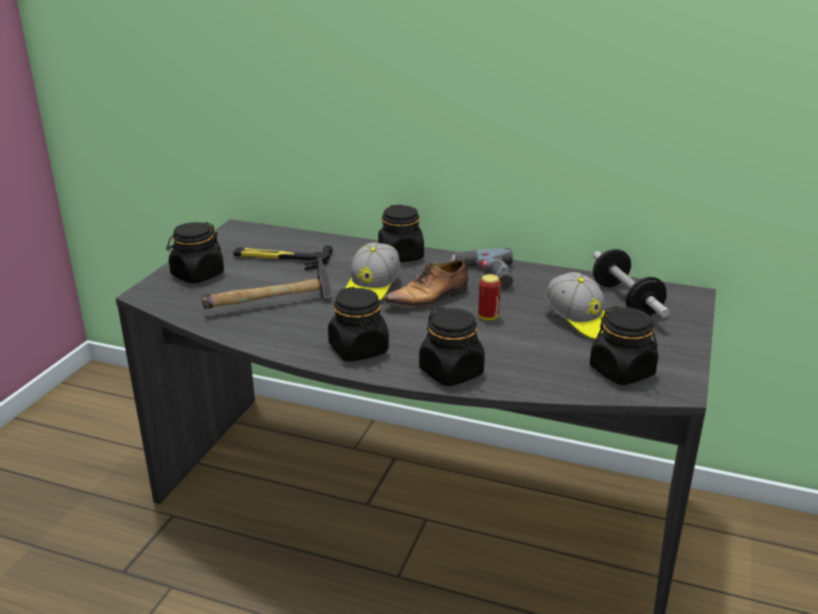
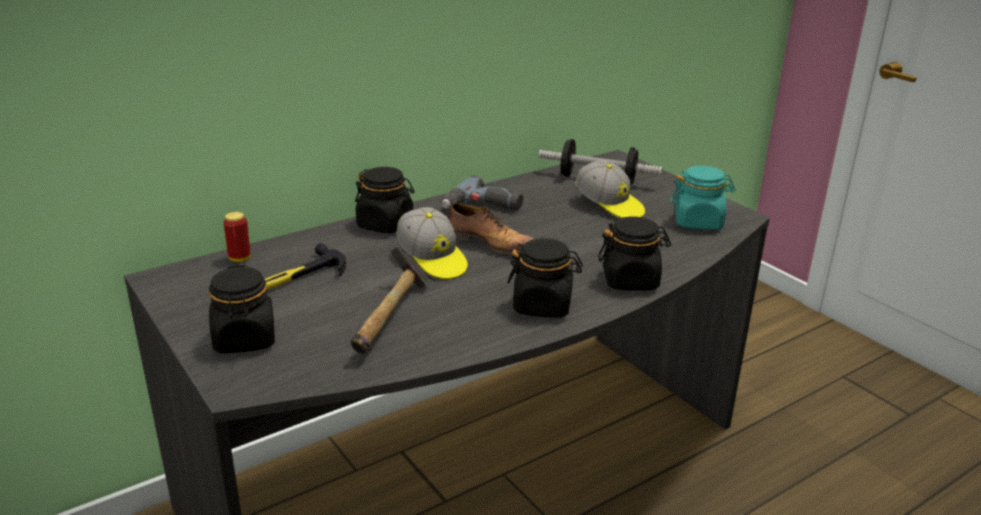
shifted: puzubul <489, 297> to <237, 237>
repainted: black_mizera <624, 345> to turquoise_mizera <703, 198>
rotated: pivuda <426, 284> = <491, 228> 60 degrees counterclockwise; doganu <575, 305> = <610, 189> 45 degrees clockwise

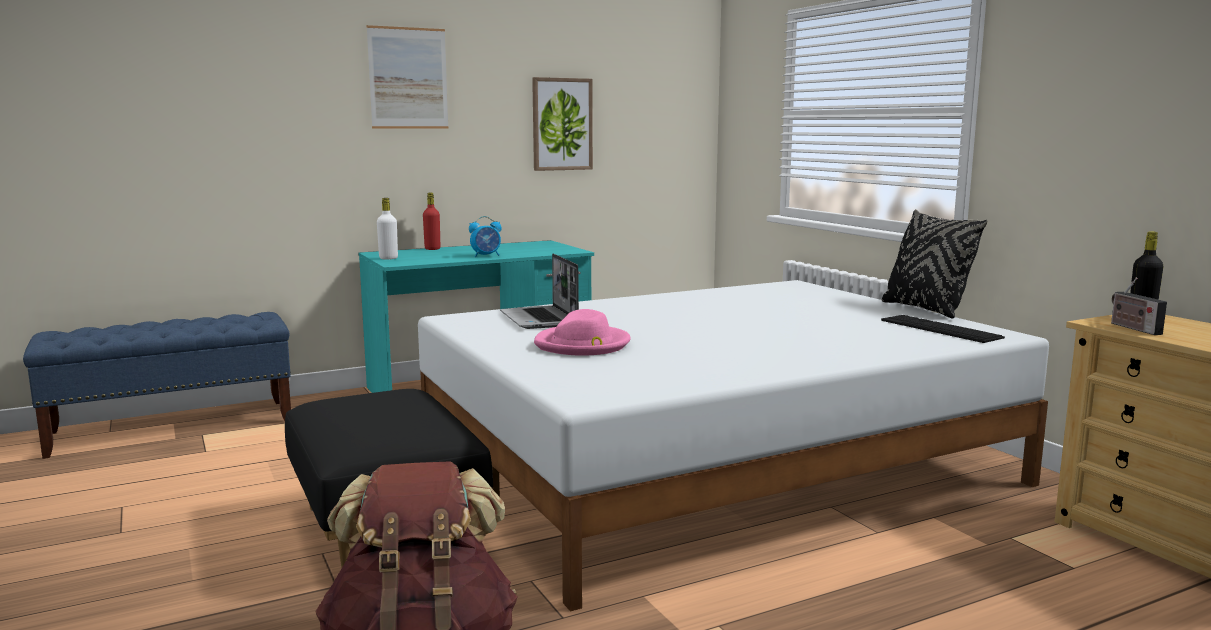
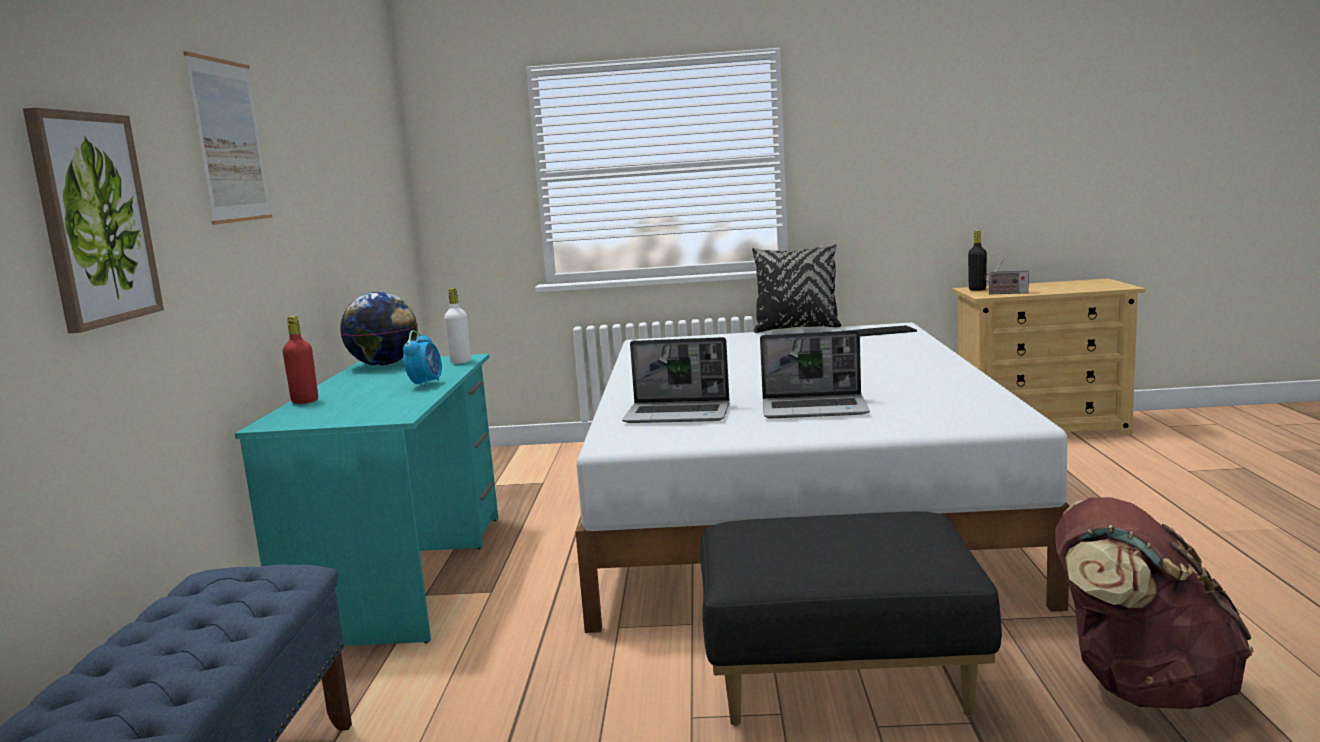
new: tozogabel <379, 329>
shifted: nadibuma <562, 124> to <93, 220>; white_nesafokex <387, 229> to <457, 326>
swapped: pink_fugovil <582, 332> to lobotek <815, 374>

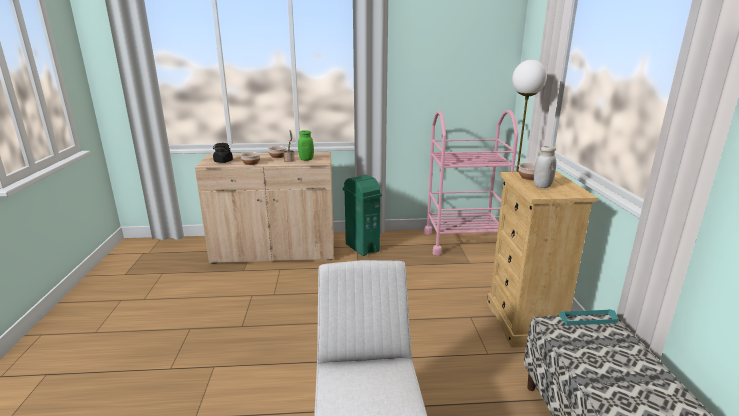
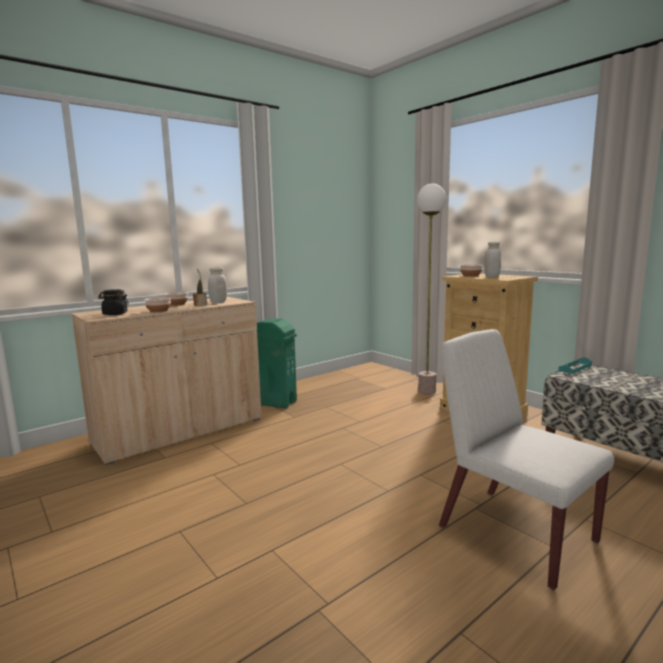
gone: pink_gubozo <471, 182>
repainted: green_mizera <306, 145> to white_mizera <217, 285>

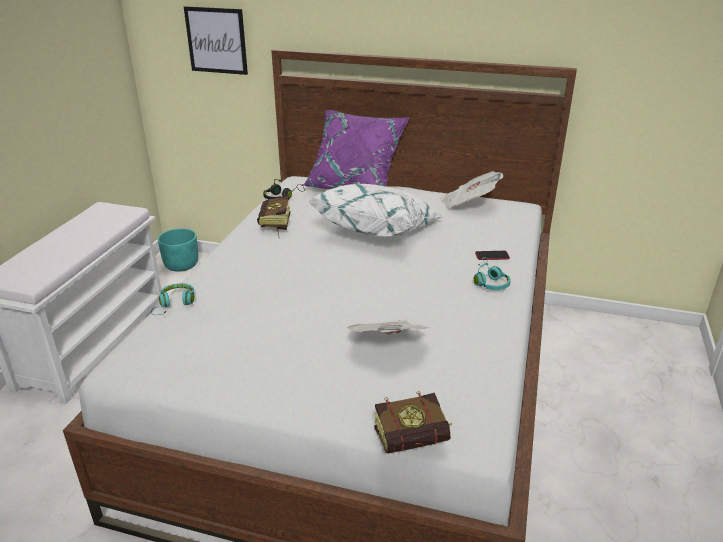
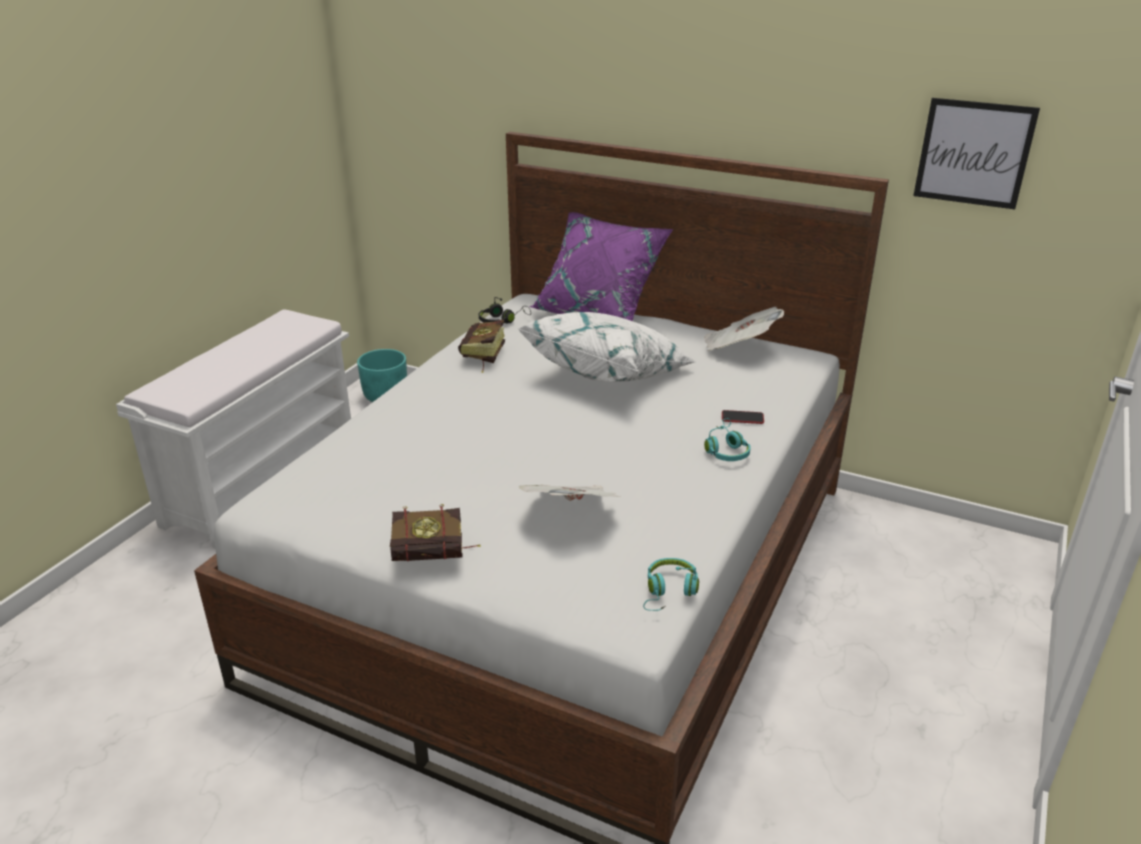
shifted: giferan <413, 422> to <435, 532>; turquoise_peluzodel <172, 299> to <671, 584>; nadibuma <216, 40> to <976, 153>

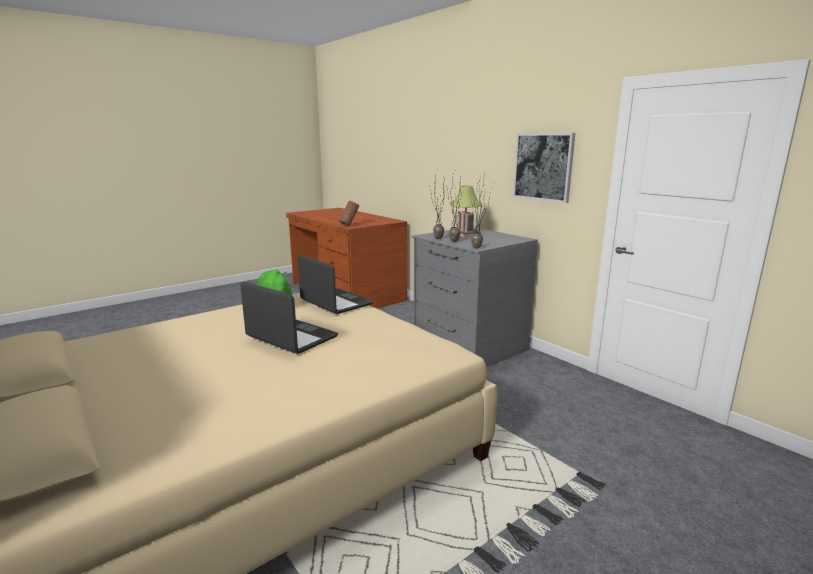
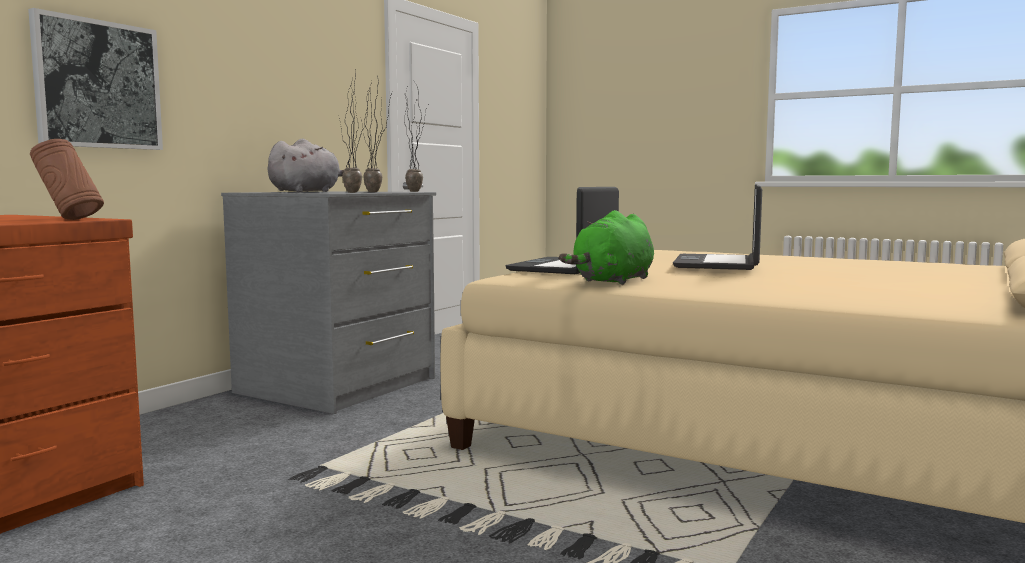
shifted: nadibuma <544, 168> to <95, 79>
swapped: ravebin <465, 211> to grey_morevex <306, 165>

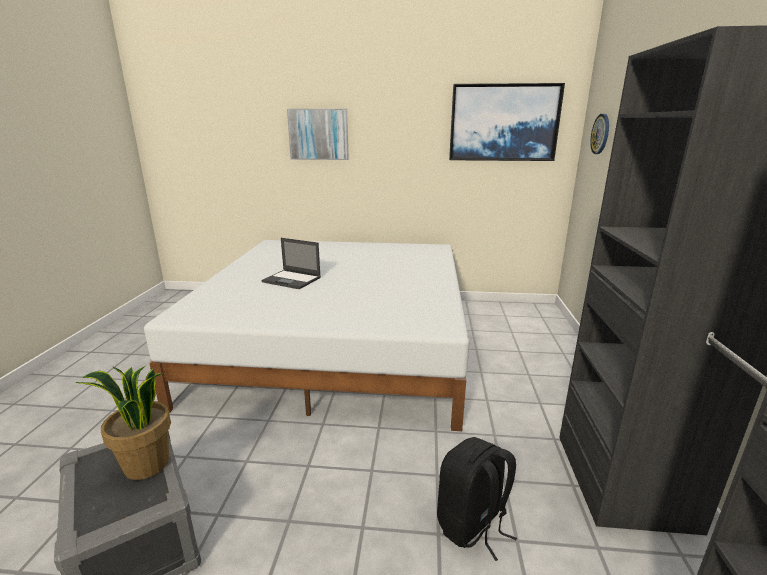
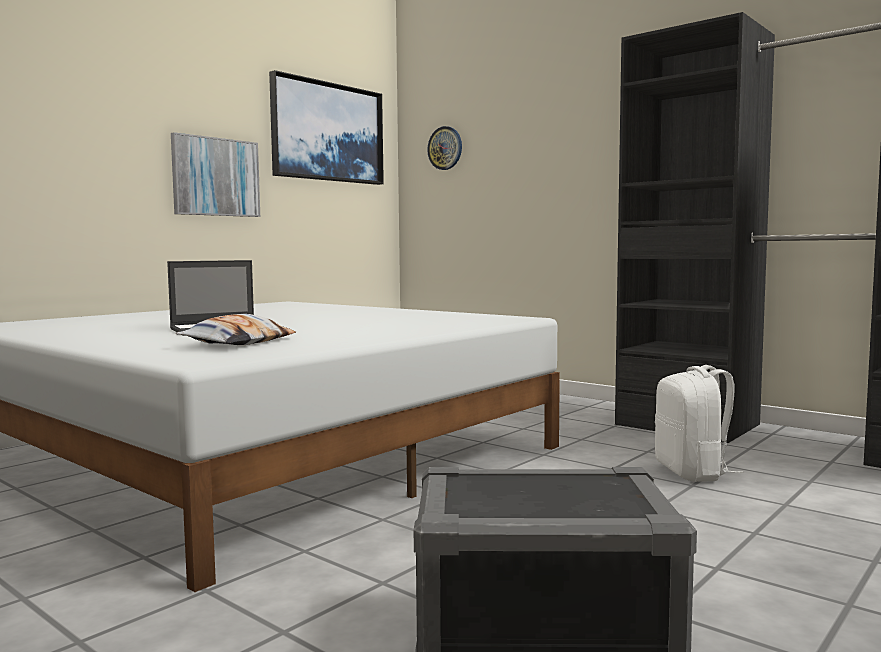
gone: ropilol <123, 423>
new: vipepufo <236, 329>
shifted: nadibuma <318, 134> to <215, 174>
repainted: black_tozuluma <477, 499> to white_tozuluma <699, 423>

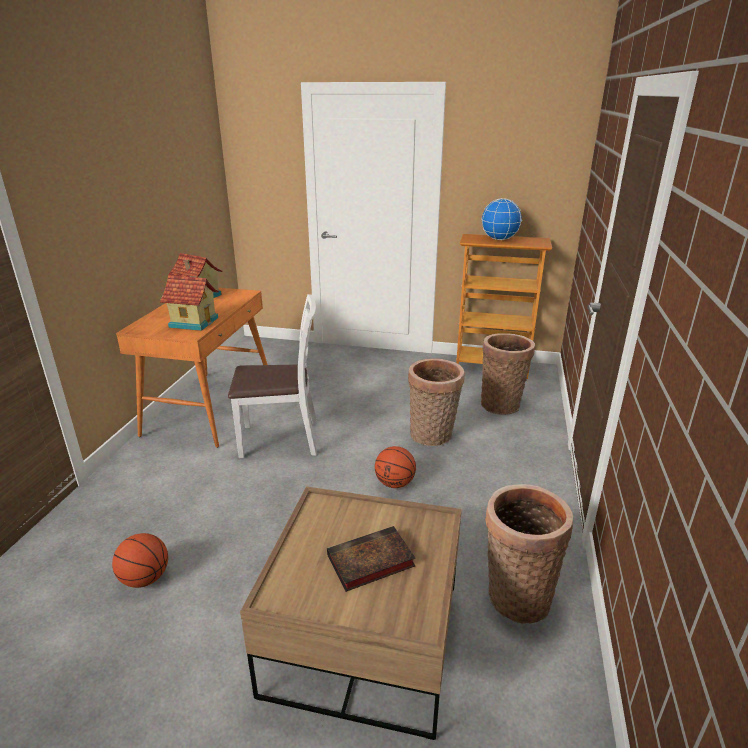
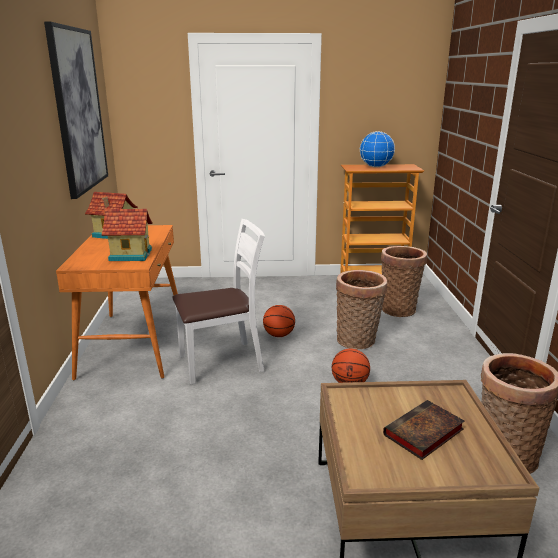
new: nadibuma <76, 110>
shifted: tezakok <140, 560> to <279, 321>

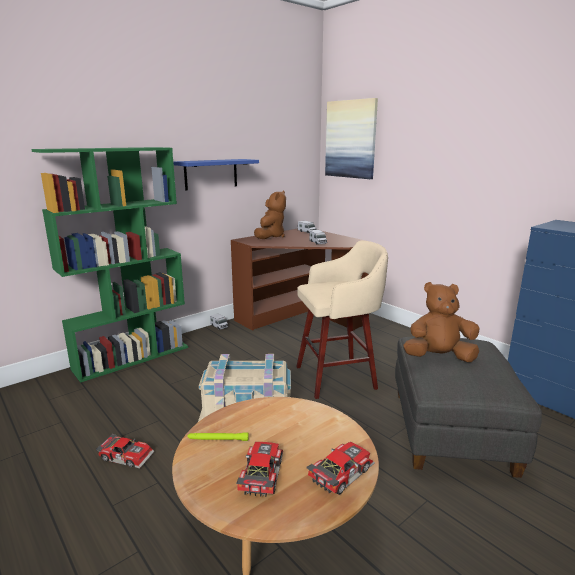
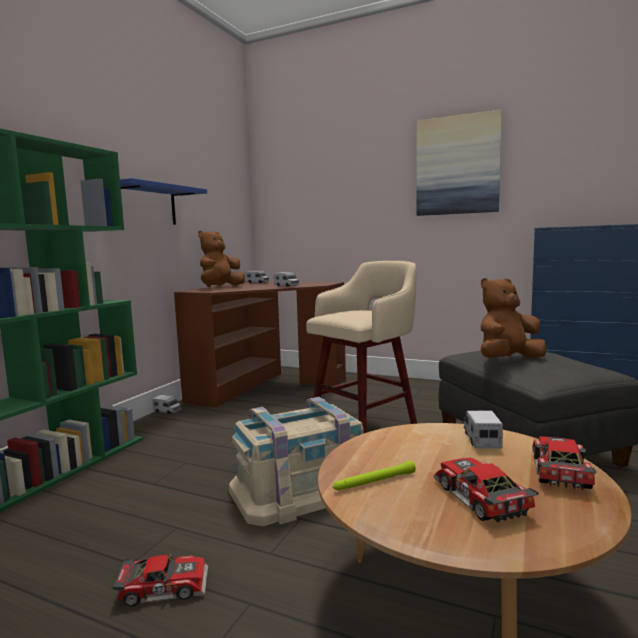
new: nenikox <483, 430>
shifted: nadibuma <351, 138> to <459, 162>
rotated: brown_morevex <270, 214> = <221, 259> 135 degrees counterclockwise

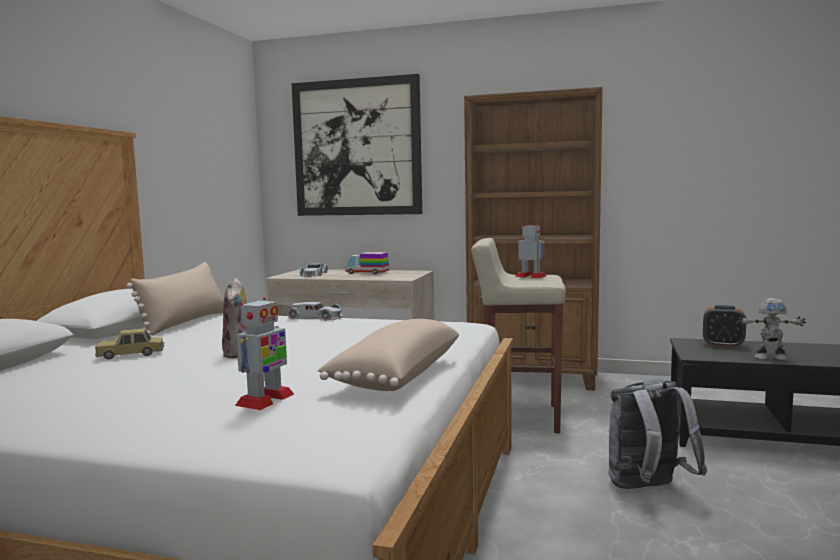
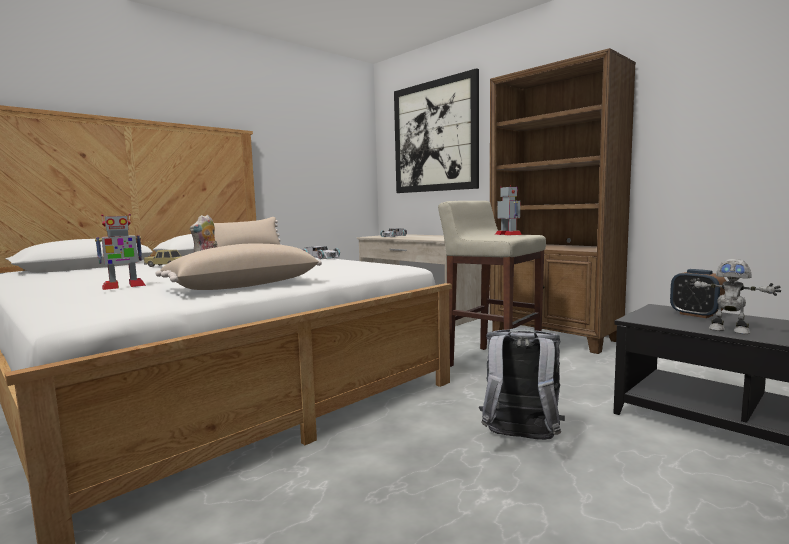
gone: nenikox <367, 263>

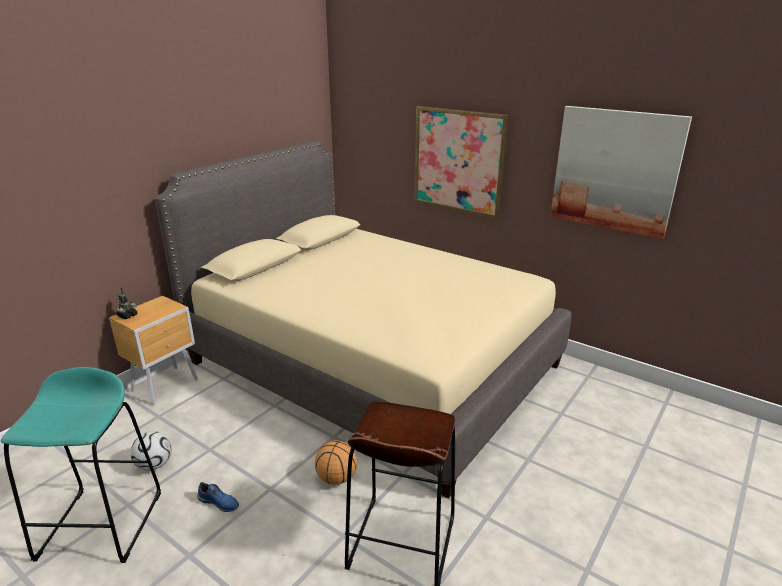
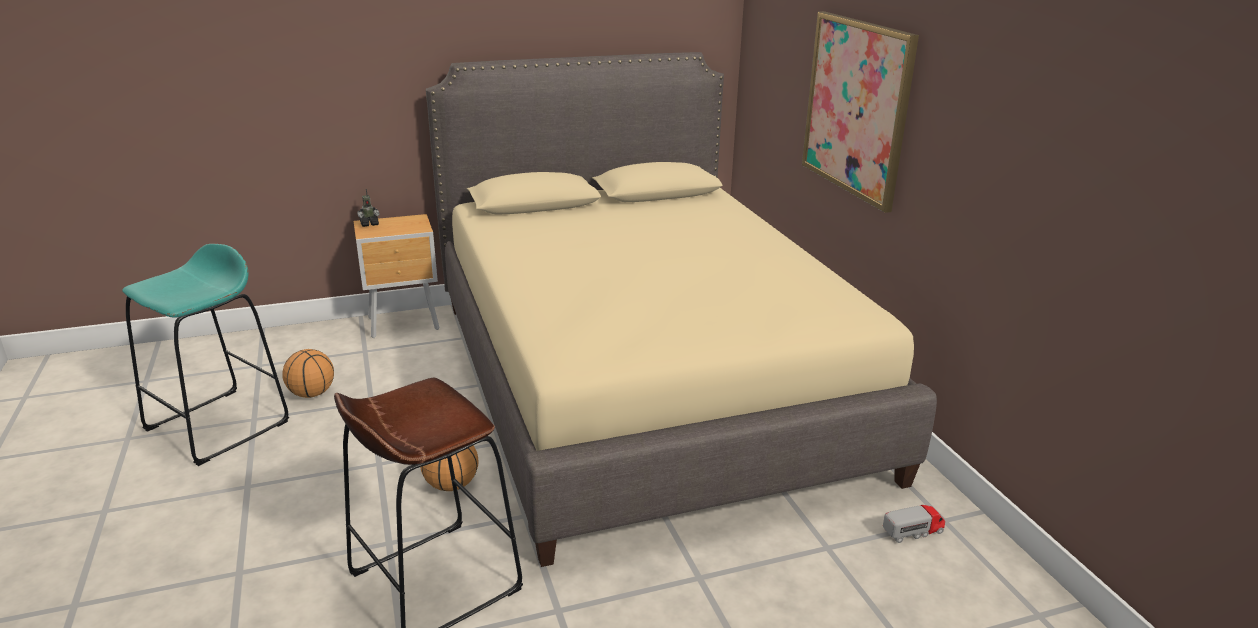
gone: blue_pivuda <218, 497>; nadibuma <621, 172>
new: nenikox <914, 524>
swapped: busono <151, 451> to tezakok <308, 373>

